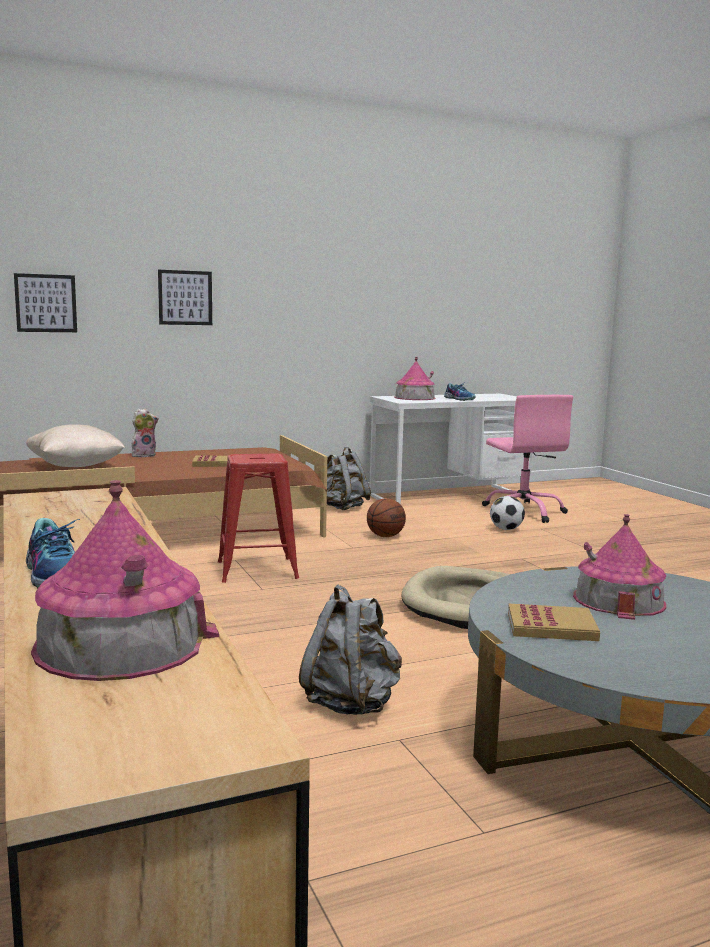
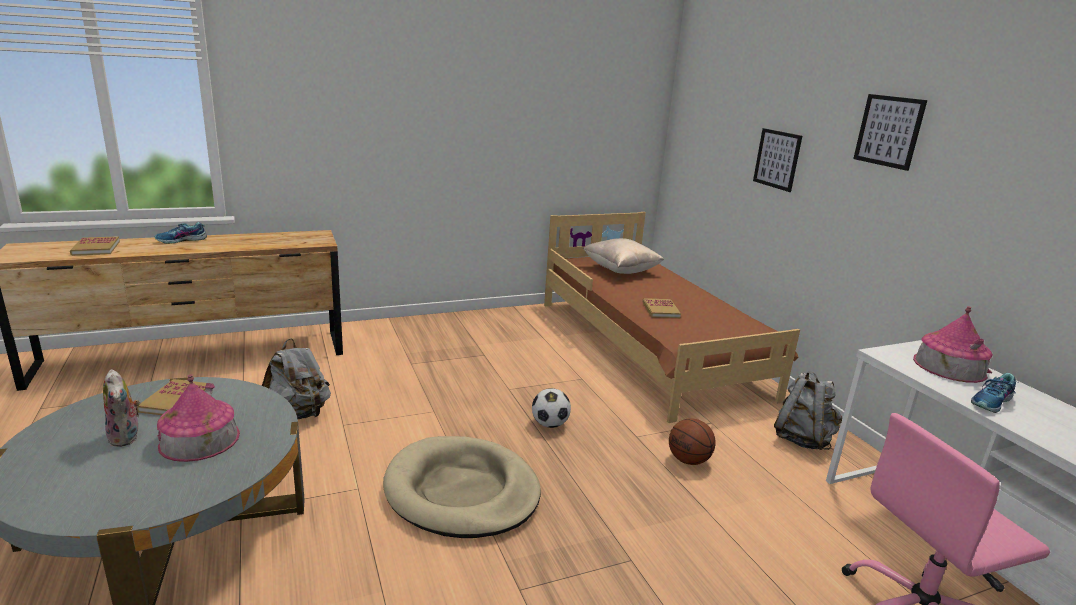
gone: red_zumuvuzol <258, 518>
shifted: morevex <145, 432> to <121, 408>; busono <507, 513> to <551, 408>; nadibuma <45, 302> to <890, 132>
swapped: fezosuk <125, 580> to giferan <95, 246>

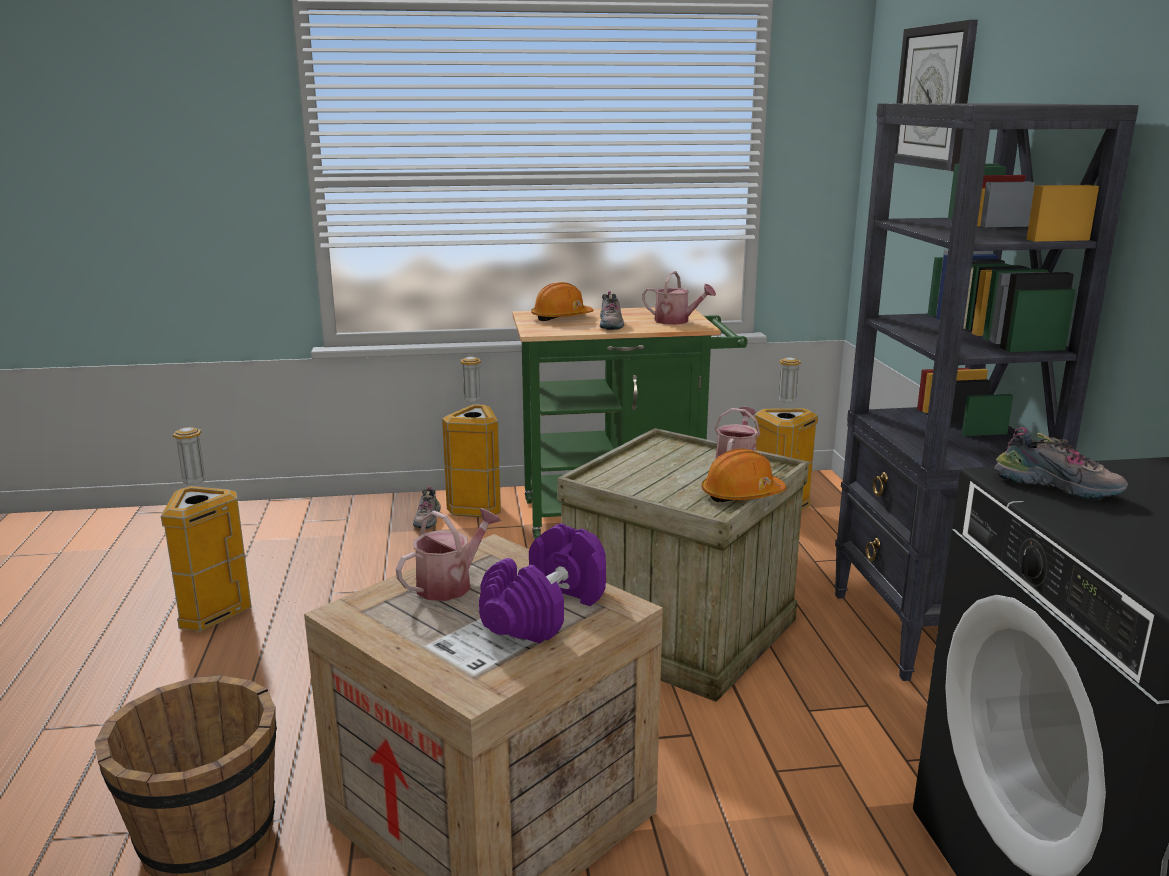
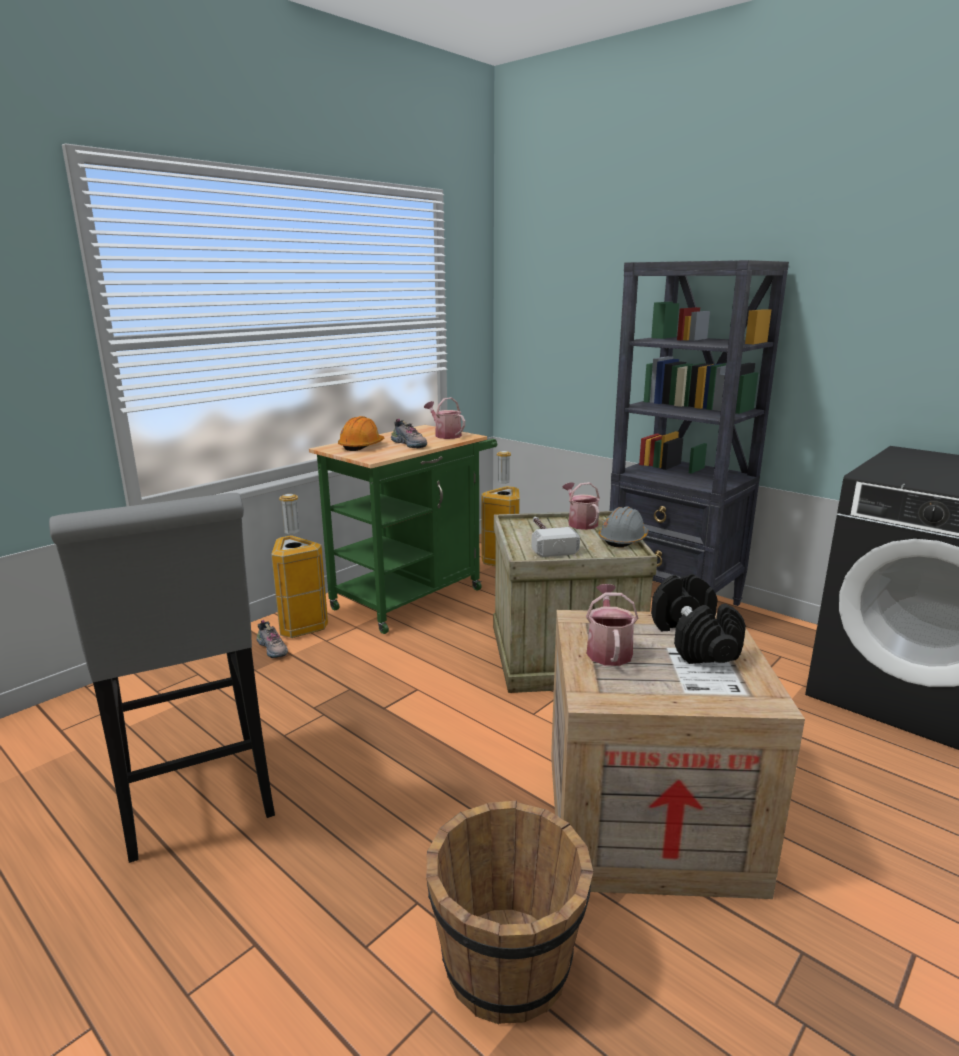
gone: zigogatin <936, 95>; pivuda <1061, 463>
new: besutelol <555, 537>
swapped: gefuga <206, 529> to grey_zumuvuzol <162, 678>
repainted: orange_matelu <743, 475> to grey_matelu <624, 527>; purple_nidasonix <542, 583> to black_nidasonix <698, 619>
rotated: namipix <679, 298> = <444, 418> 120 degrees counterclockwise

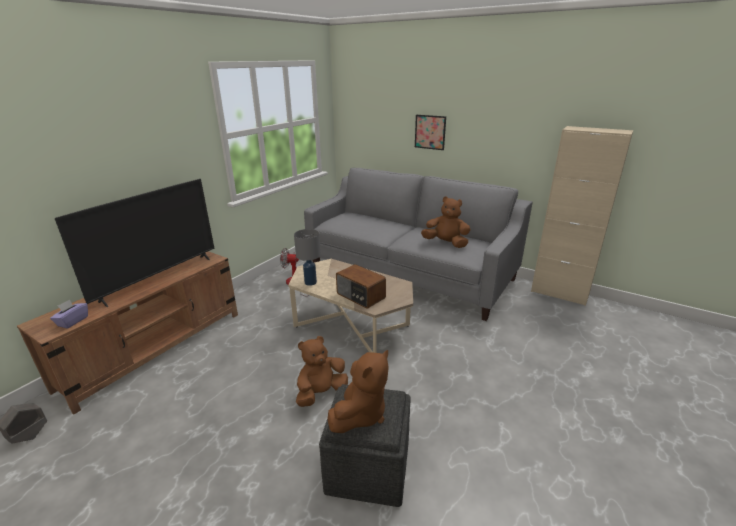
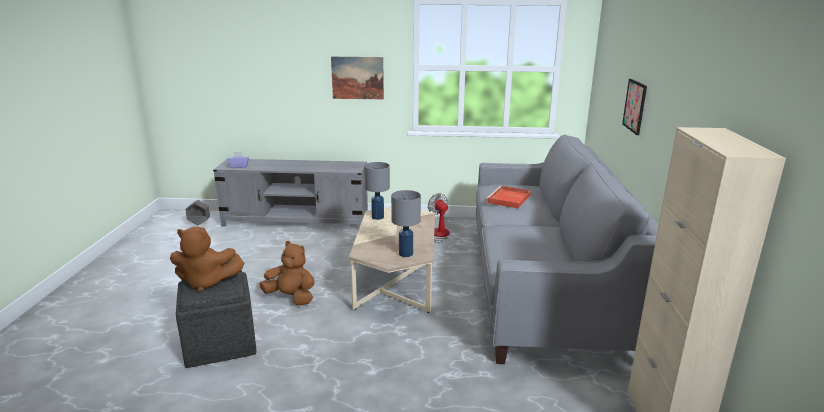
gone: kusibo <135, 243>; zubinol <361, 286>; brown_morevex <446, 222>
new: nadibuma <357, 78>; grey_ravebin <406, 223>; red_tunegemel <508, 197>
repainted: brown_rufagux <127, 333> to grey_rufagux <290, 194>

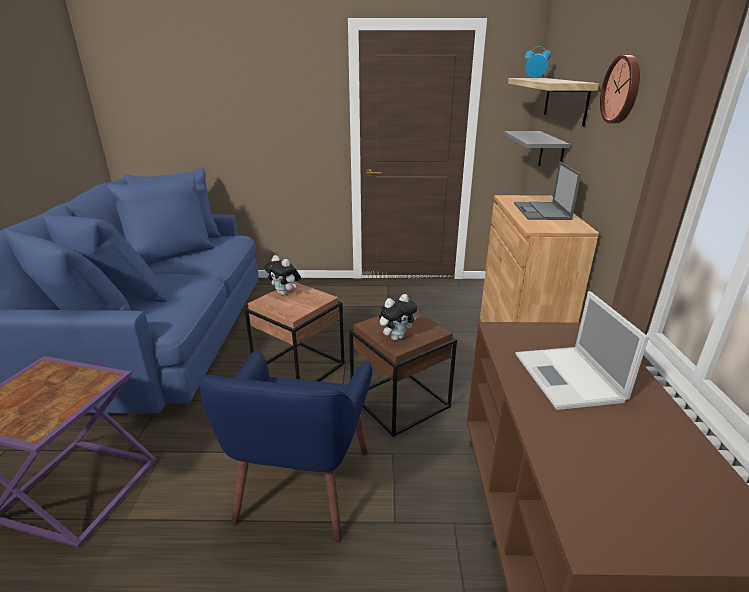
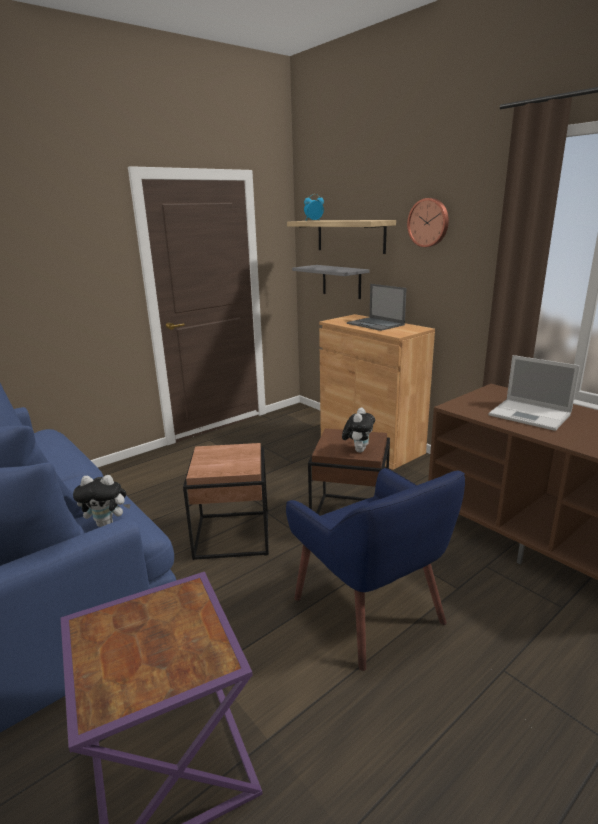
shifted: morevex <282, 275> to <102, 501>

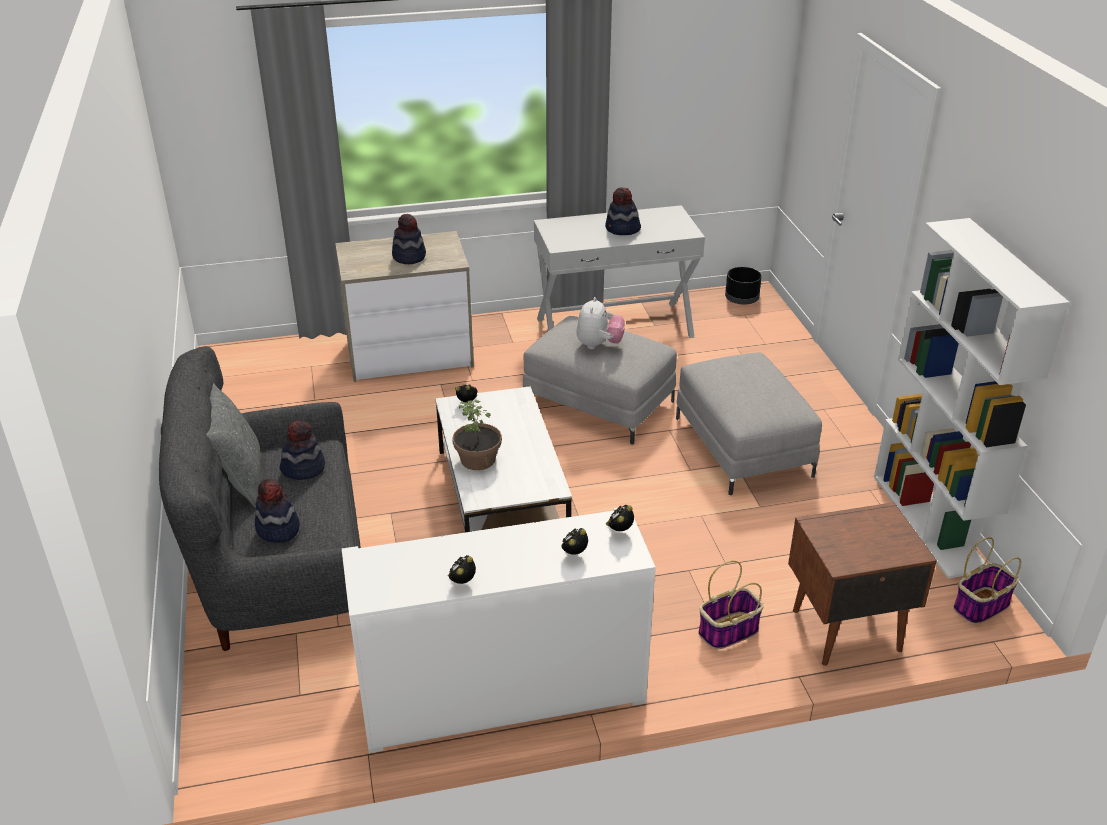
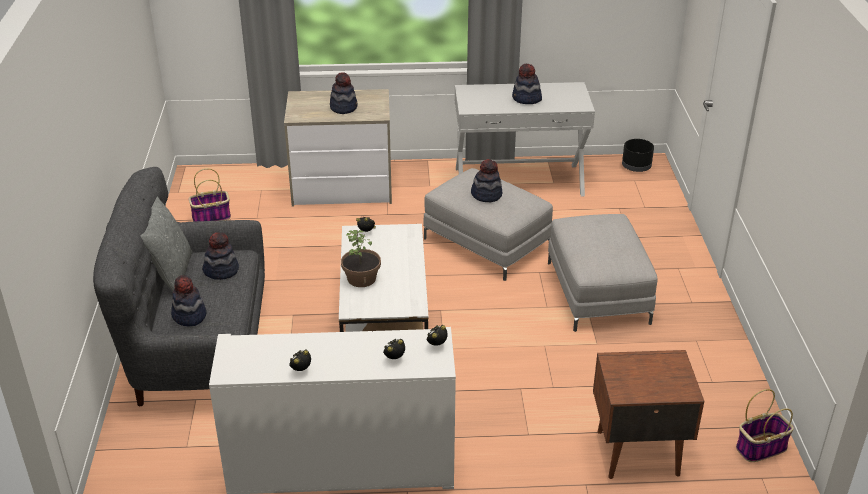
gone: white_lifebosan <972, 398>
shifted: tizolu <731, 604> to <209, 195>
swapped: morevex <600, 323> to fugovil <486, 180>

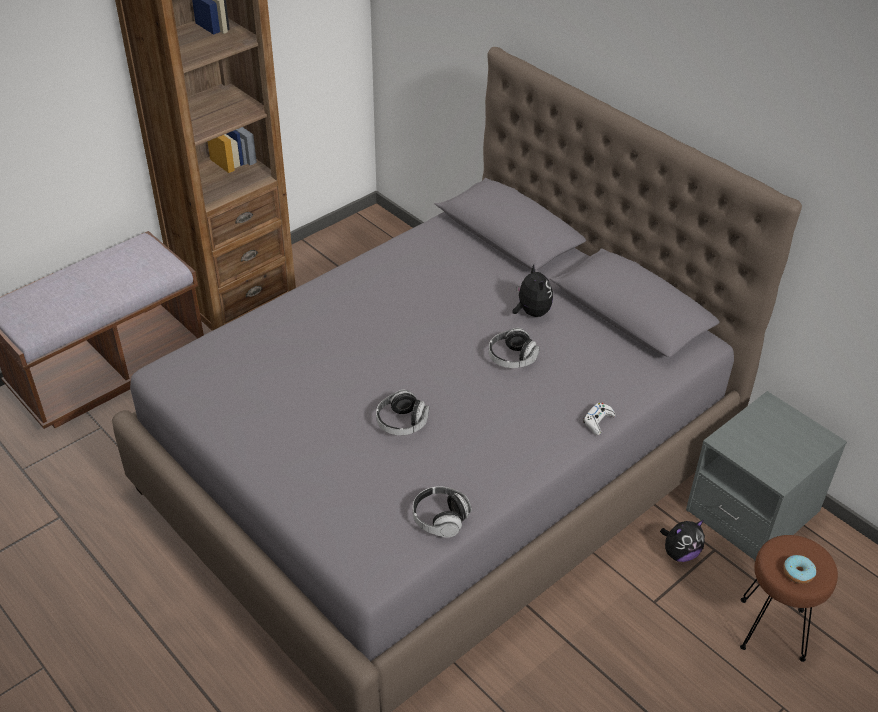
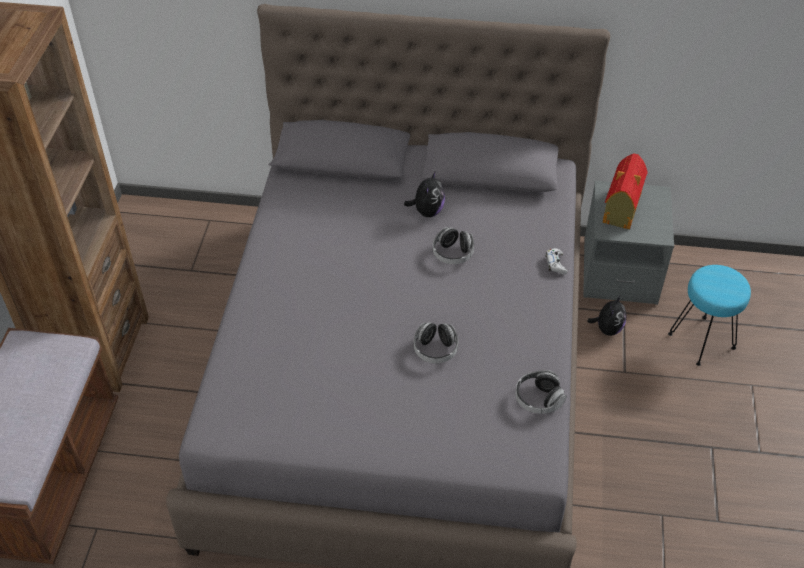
gone: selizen <799, 569>
new: fezosuk <625, 191>
repainted: brown_zumuvuzol <789, 598> to turquoise_zumuvuzol <709, 315>
rotated: morevex <532, 290> = <424, 193> 75 degrees clockwise

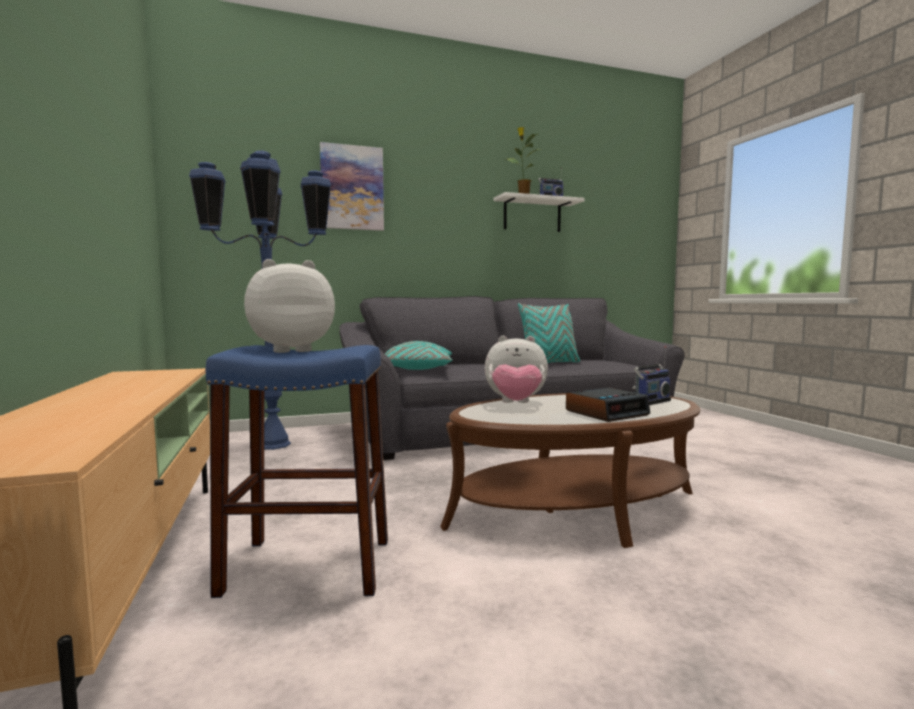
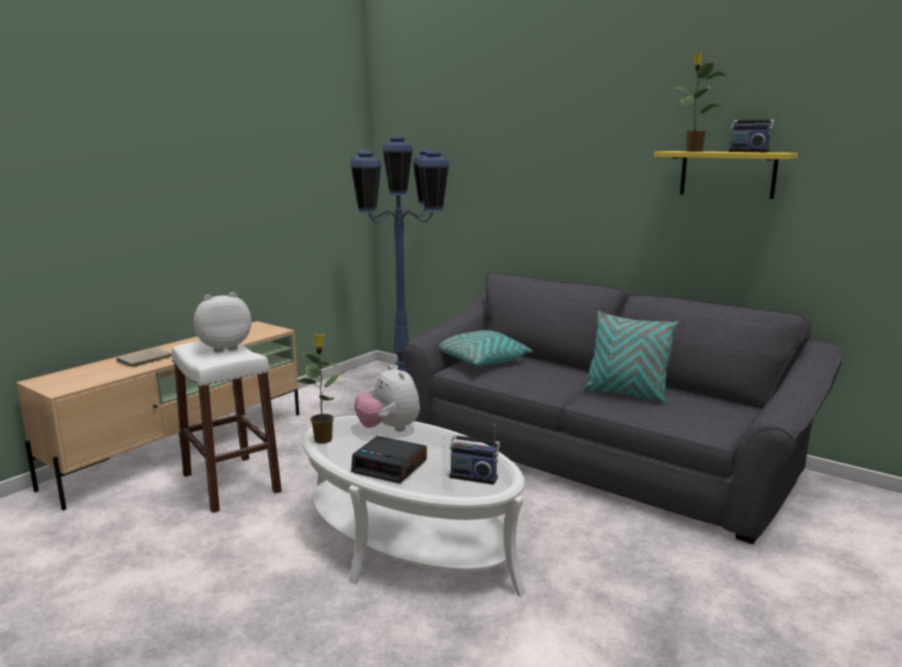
gone: nadibuma <352, 186>
new: beige_giferan <144, 358>; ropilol <319, 388>
repainted: blue_zumuvuzol <297, 471> to white_zumuvuzol <227, 427>; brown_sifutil <570, 470> to white_sifutil <414, 506>; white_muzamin <539, 212> to yellow_muzamin <726, 175>
rotated: morevex <289, 306> = <222, 322> 60 degrees counterclockwise

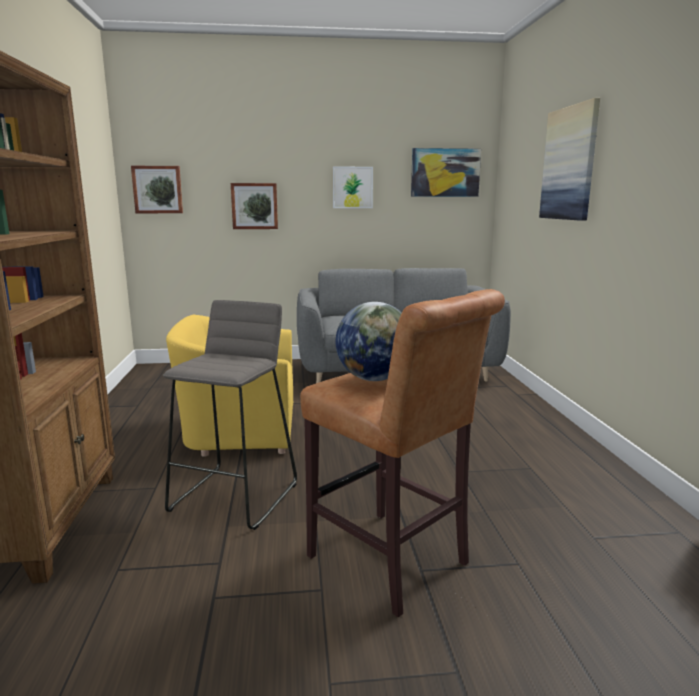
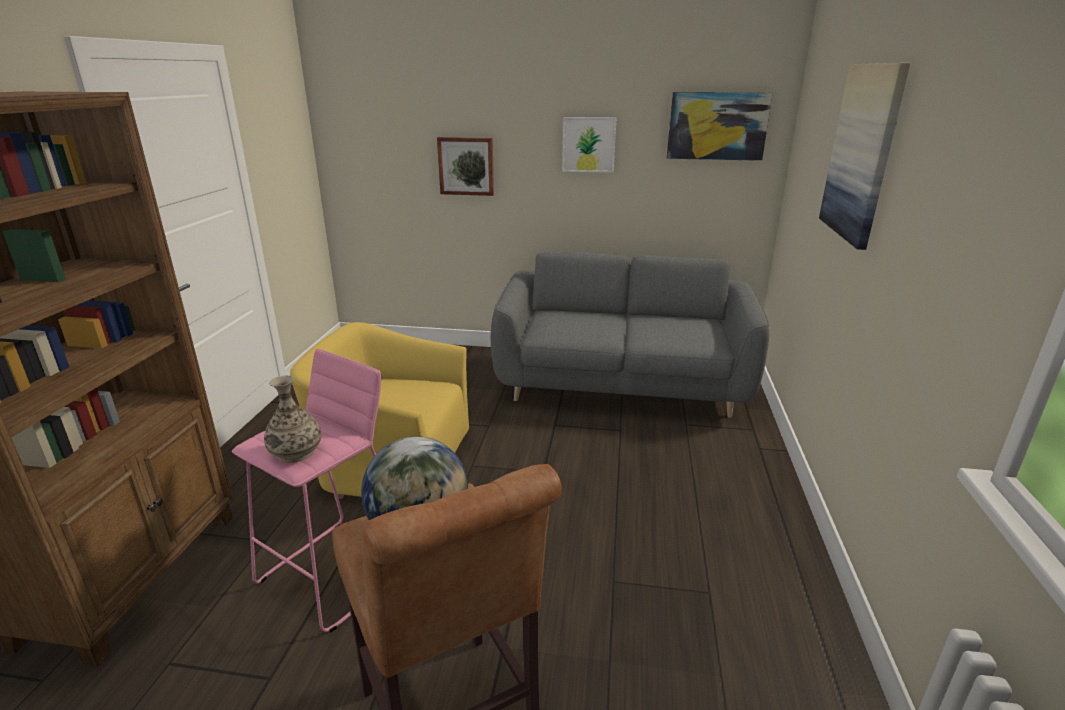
gone: nadibuma <157, 189>
new: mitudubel <293, 419>
repainted: grey_zumuvuzol <230, 415> to pink_zumuvuzol <306, 491>

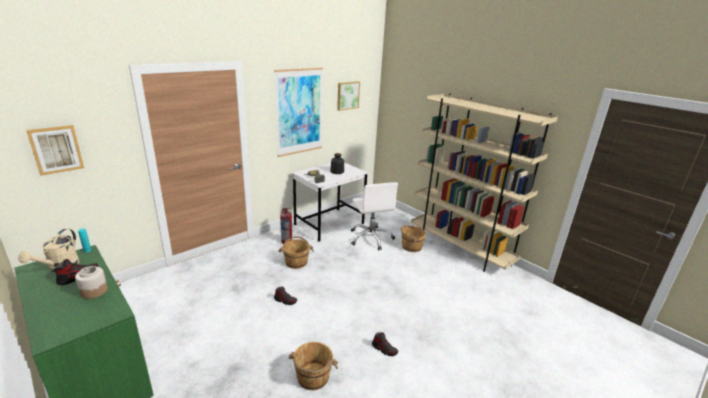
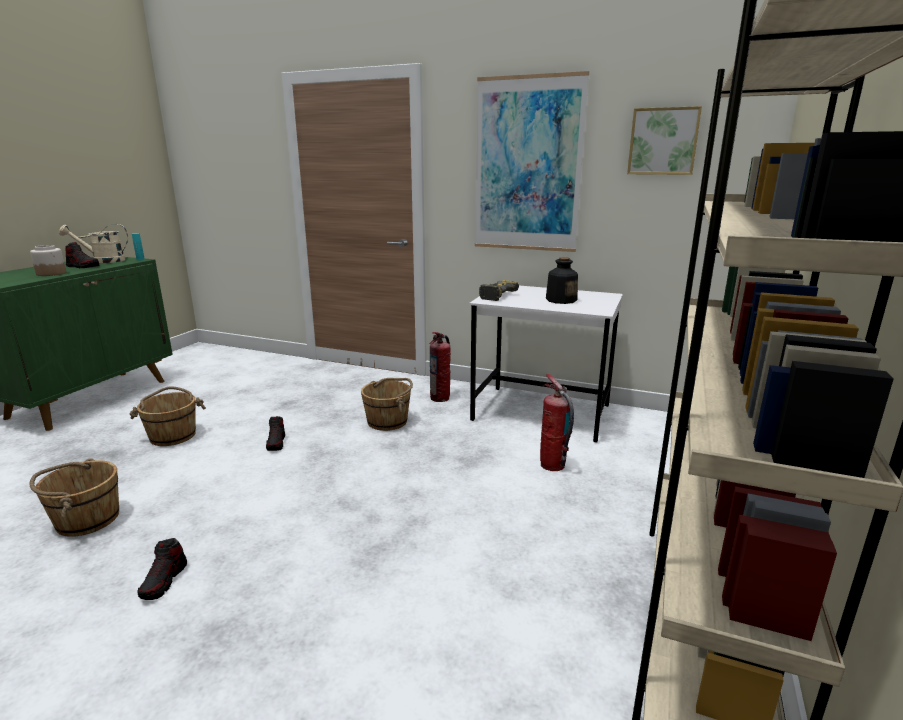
gone: nadibuma <55, 150>
shifted: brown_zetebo <413, 238> to <168, 416>
swapped: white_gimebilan <374, 216> to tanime <557, 422>

